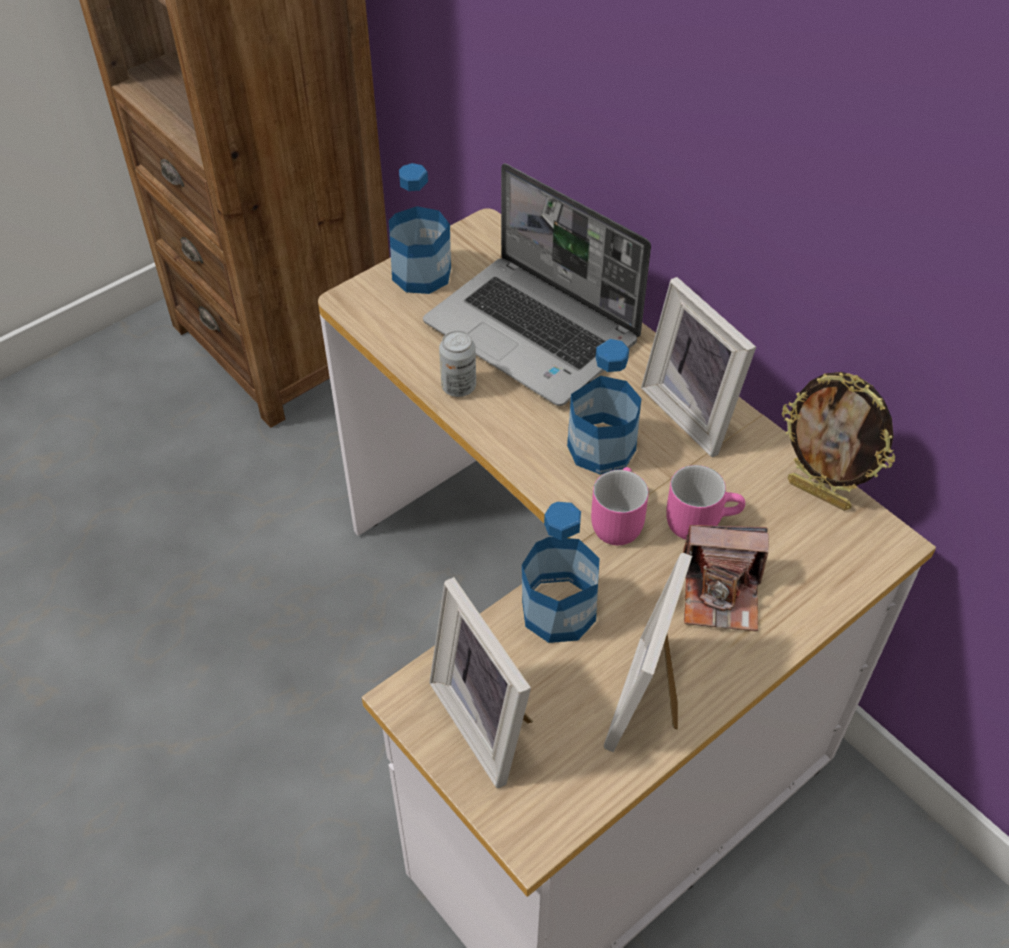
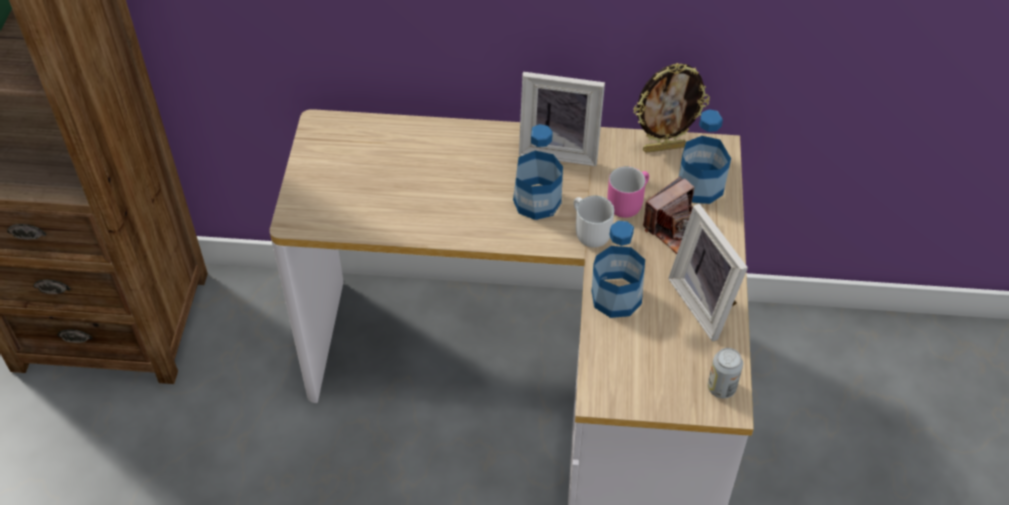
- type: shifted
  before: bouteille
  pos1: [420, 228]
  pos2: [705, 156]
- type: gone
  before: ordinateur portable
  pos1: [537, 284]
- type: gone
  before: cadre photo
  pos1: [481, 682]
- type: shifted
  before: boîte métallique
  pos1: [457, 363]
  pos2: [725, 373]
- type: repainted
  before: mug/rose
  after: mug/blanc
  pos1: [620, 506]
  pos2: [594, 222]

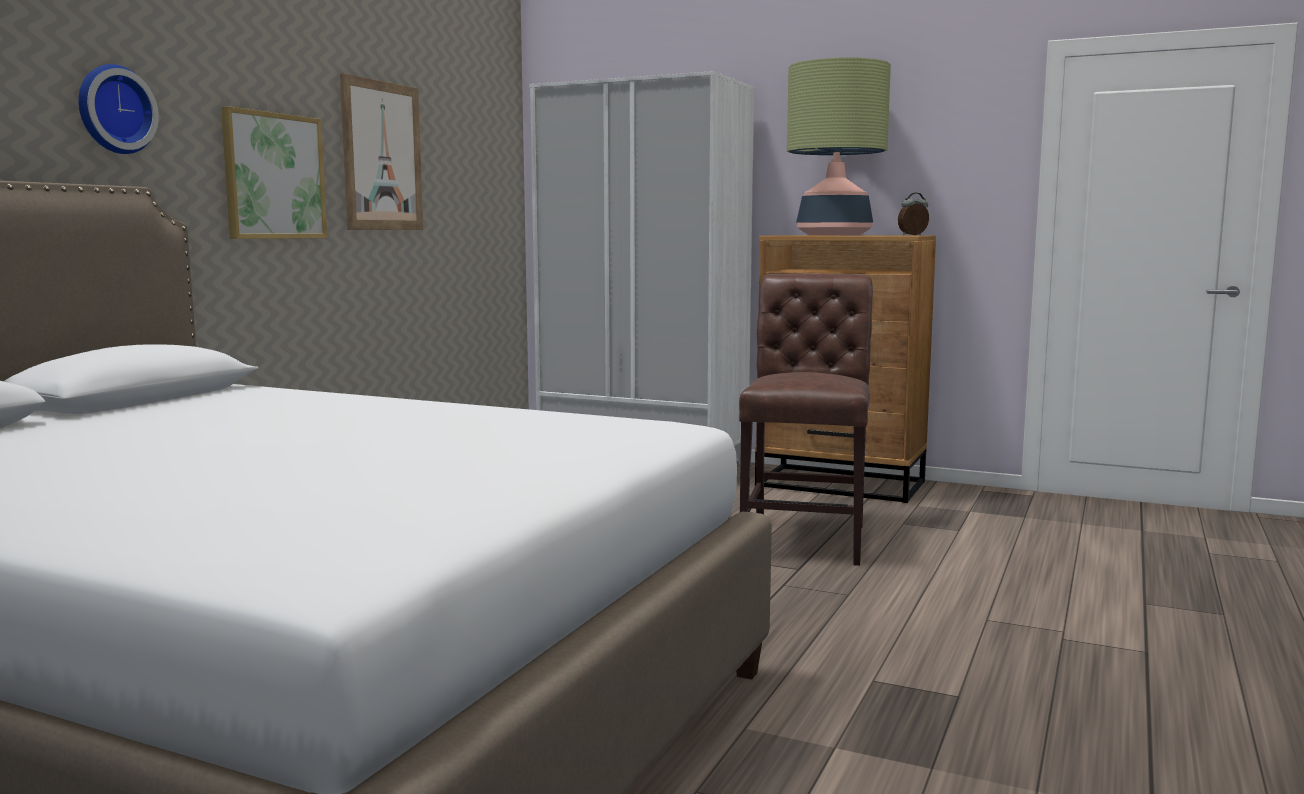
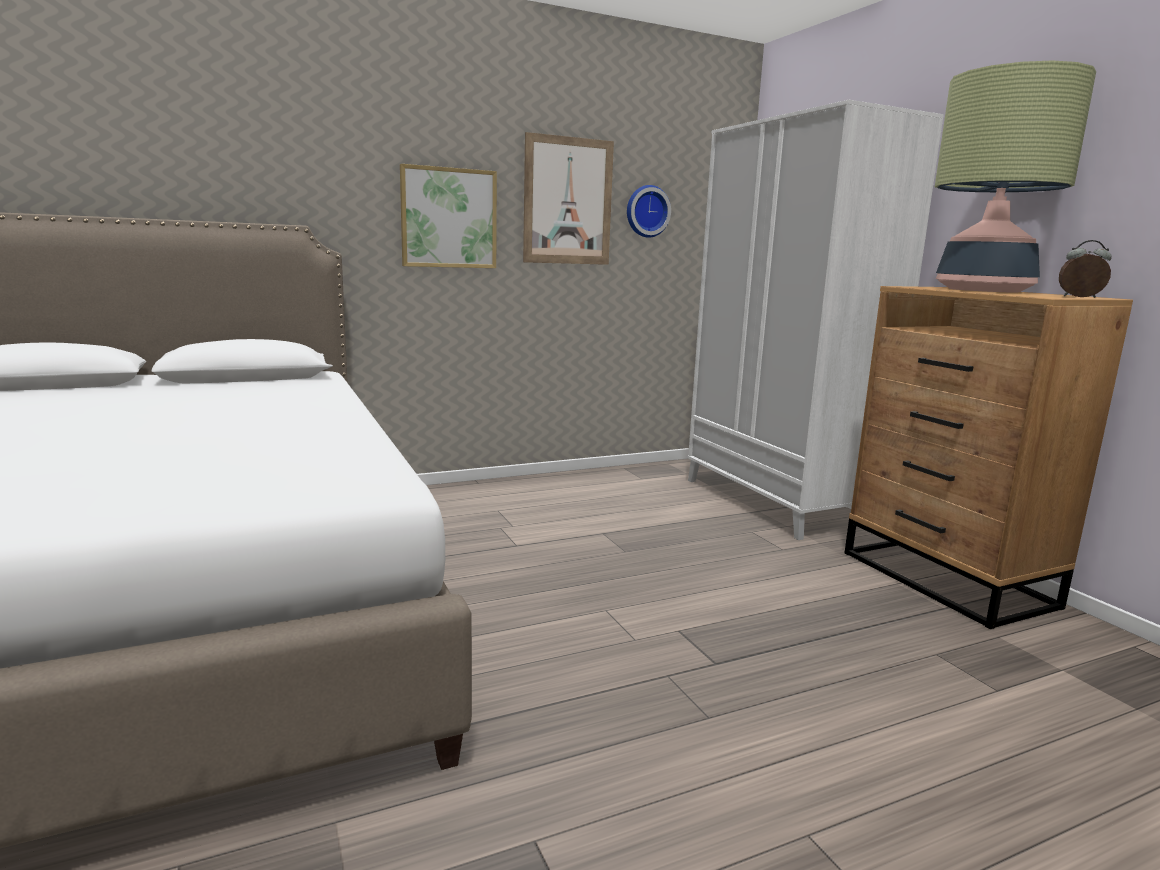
- type: shifted
  before: horloge murale
  pos1: [118, 109]
  pos2: [649, 211]
- type: gone
  before: chaise/marron
  pos1: [806, 419]

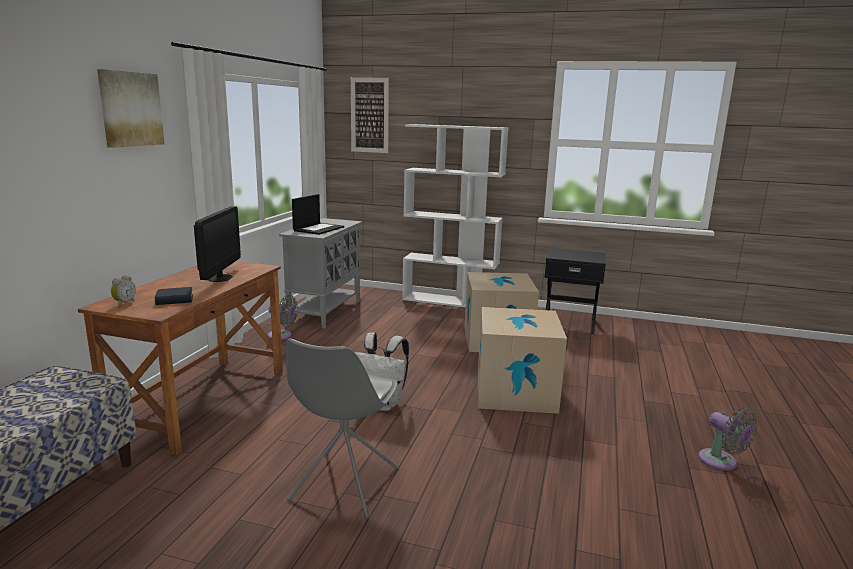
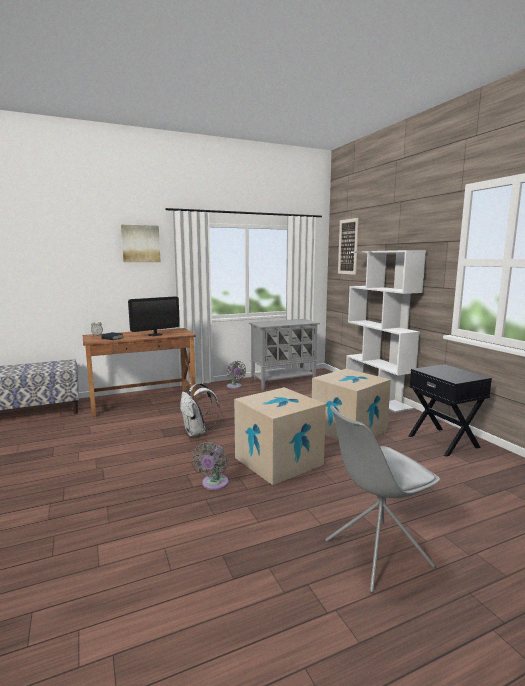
- type: shifted
  before: chaise/gris
  pos1: [342, 429]
  pos2: [382, 499]
- type: gone
  before: ordinateur portable
  pos1: [318, 214]
- type: shifted
  before: ventilateur/gris
  pos1: [728, 439]
  pos2: [211, 466]

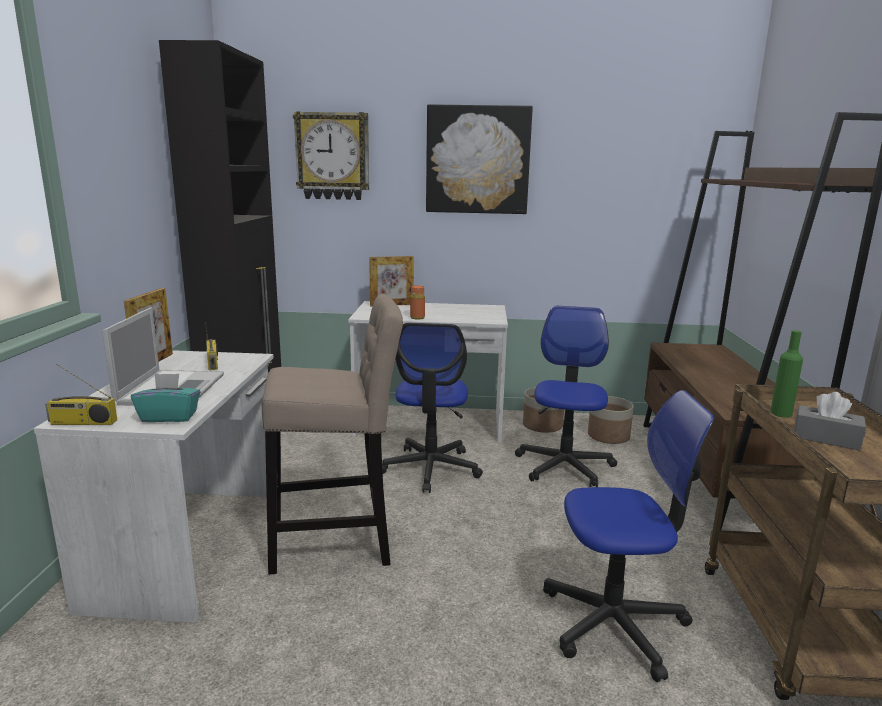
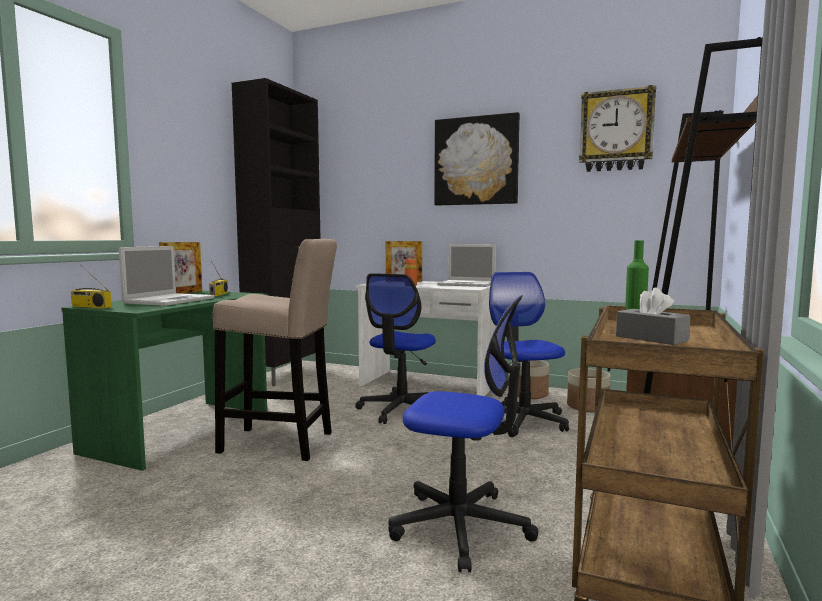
- type: repainted
  before: bureau/blanc
  after: bureau/vert
  pos1: [154, 486]
  pos2: [164, 380]
- type: gone
  before: boîte à mouchoirs/turquoise
  pos1: [165, 397]
- type: shifted
  before: horloge murale
  pos1: [331, 155]
  pos2: [617, 128]
- type: rotated
  before: chaise de bureau
  pos1: [566, 396]
  pos2: [529, 354]
  turn: -45
- type: new
  after: ordinateur portable
  pos2: [466, 265]

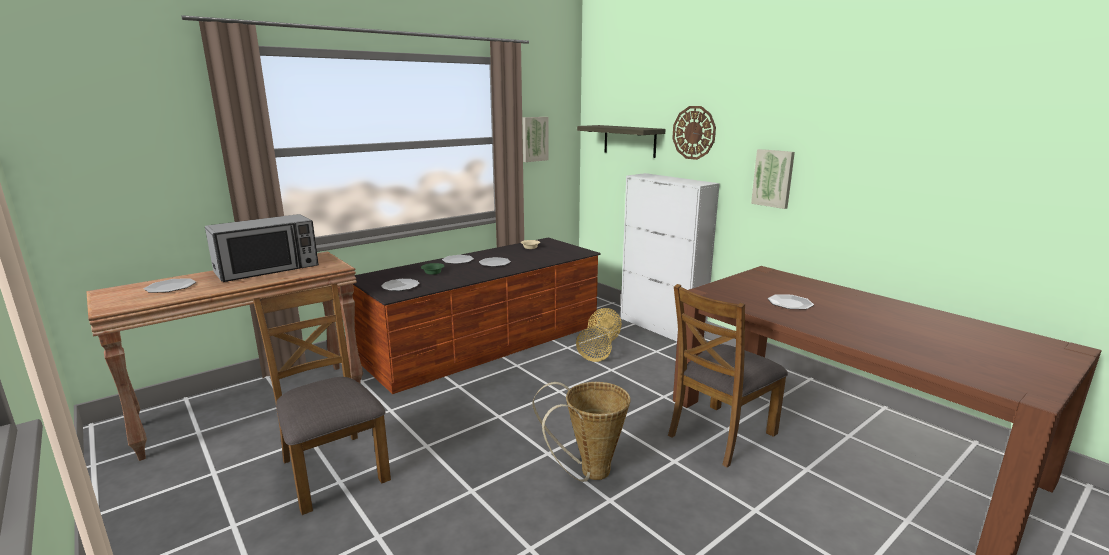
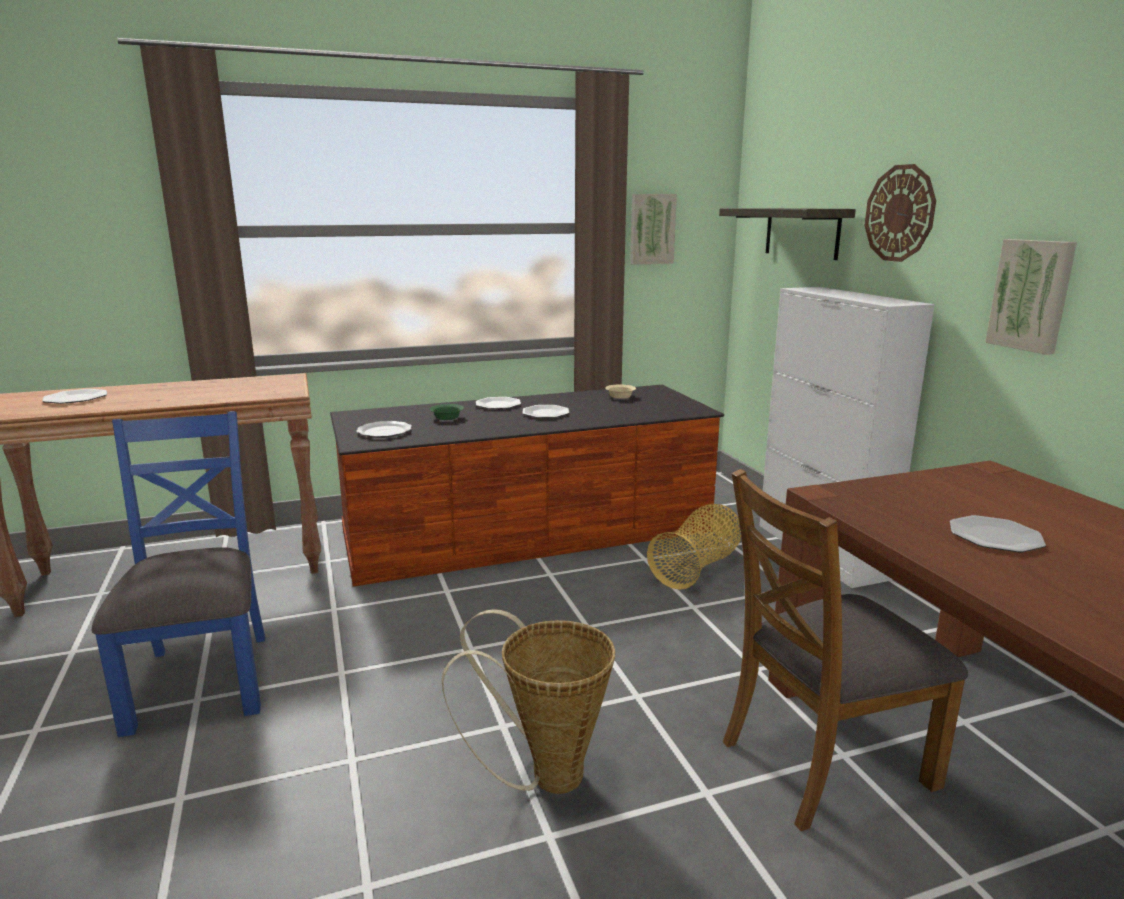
- type: gone
  before: micro-ondes
  pos1: [262, 248]
- type: repainted
  before: chaise/marron
  after: chaise/bleu
  pos1: [322, 399]
  pos2: [178, 574]

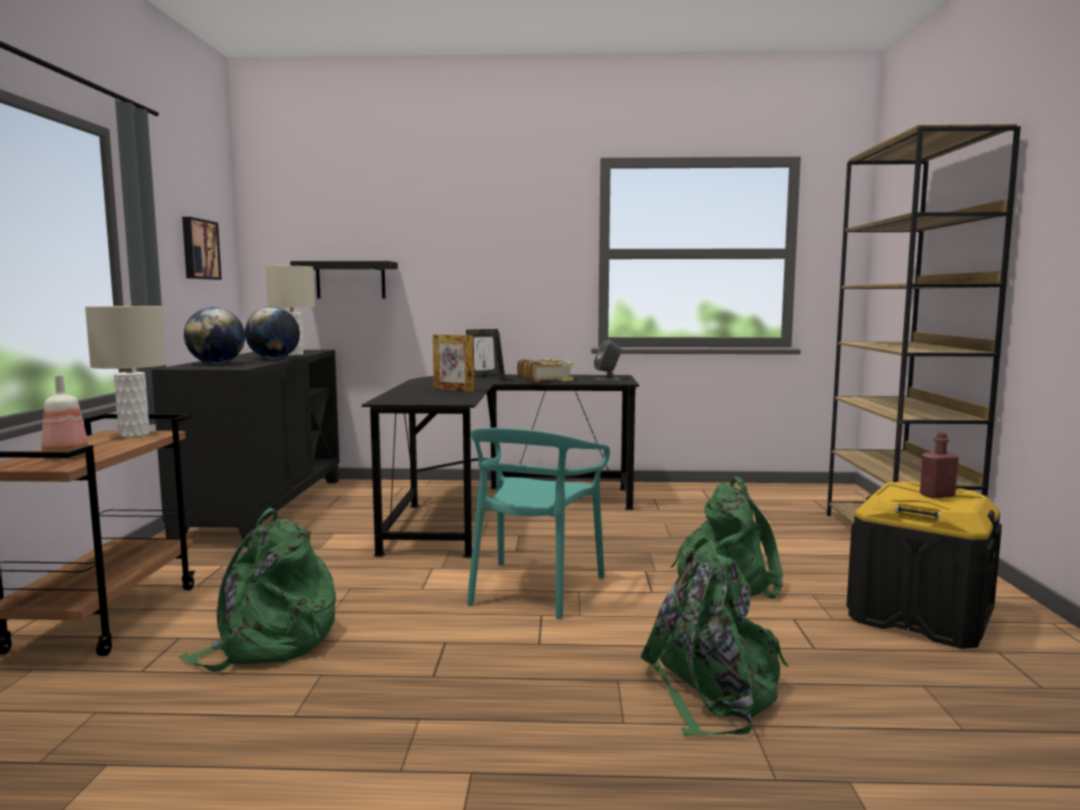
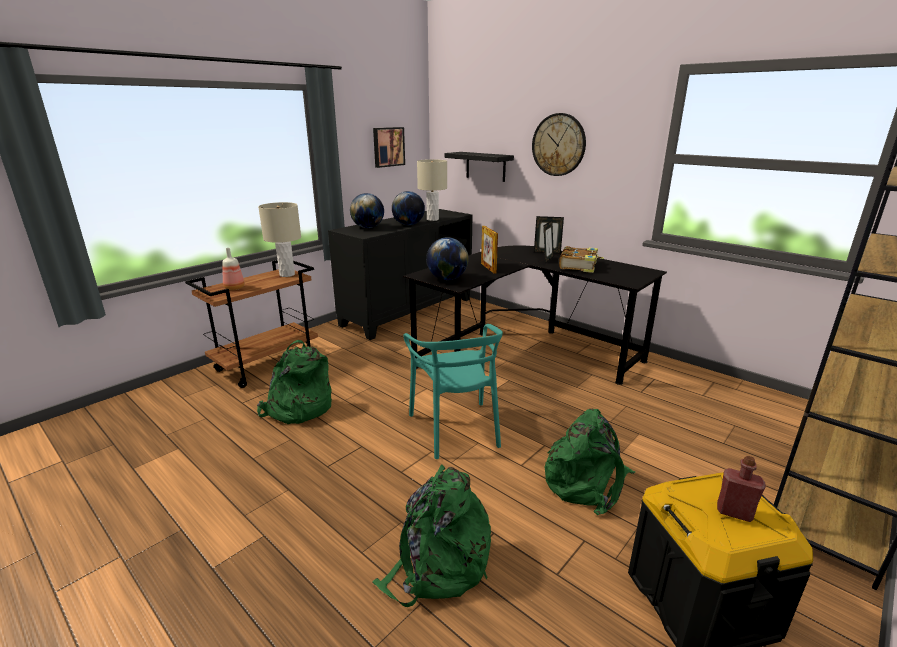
- type: rotated
  before: chaise/turquoise
  pos1: [538, 523]
  pos2: [453, 391]
  turn: -75
- type: gone
  before: enceinte/gris
  pos1: [607, 360]
- type: new
  after: globe
  pos2: [447, 258]
- type: new
  after: horloge murale
  pos2: [559, 144]

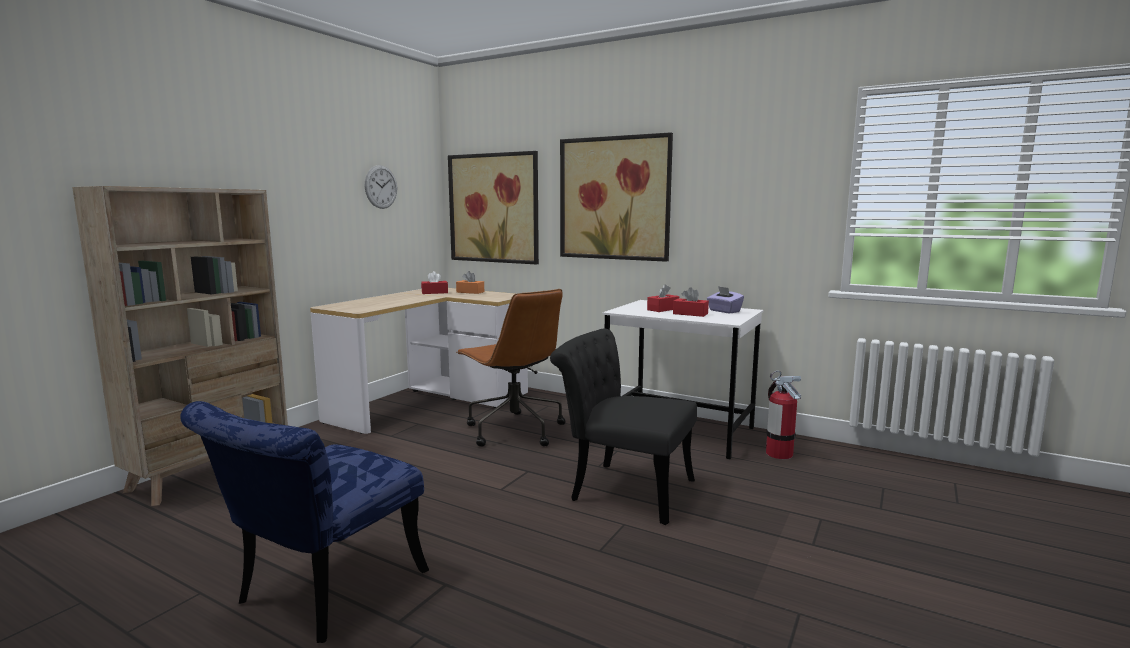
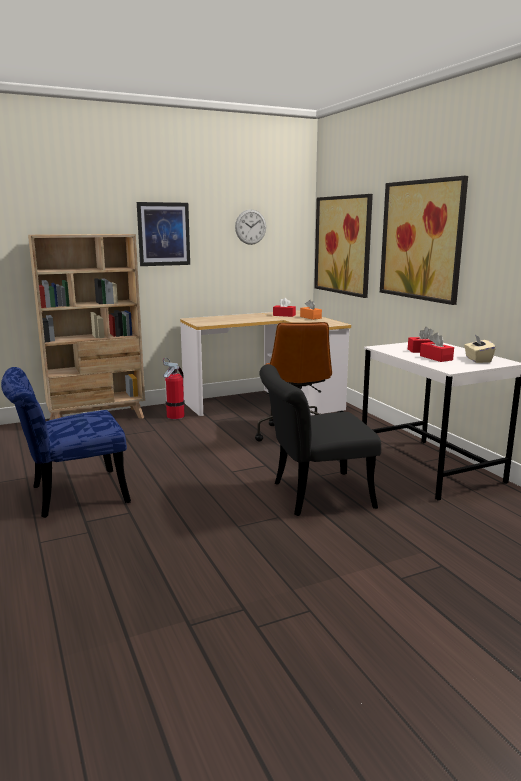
- type: rotated
  before: chaise/noir
  pos1: [623, 427]
  pos2: [320, 440]
  turn: -75
- type: repainted
  before: boîte à mouchoirs/violet
  after: boîte à mouchoirs/beige
  pos1: [725, 299]
  pos2: [480, 349]
- type: shifted
  before: extincteur
  pos1: [783, 415]
  pos2: [174, 388]
- type: new
  after: tableau
  pos2: [163, 234]

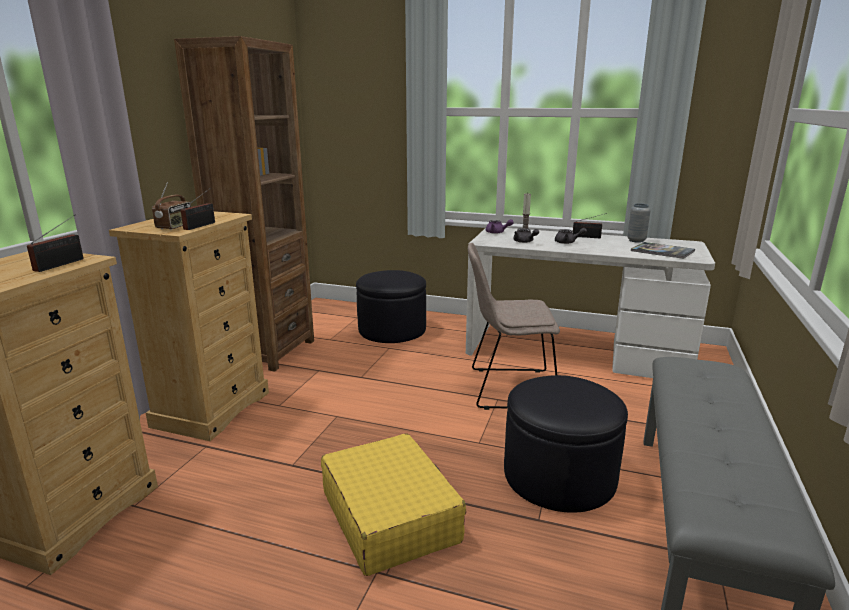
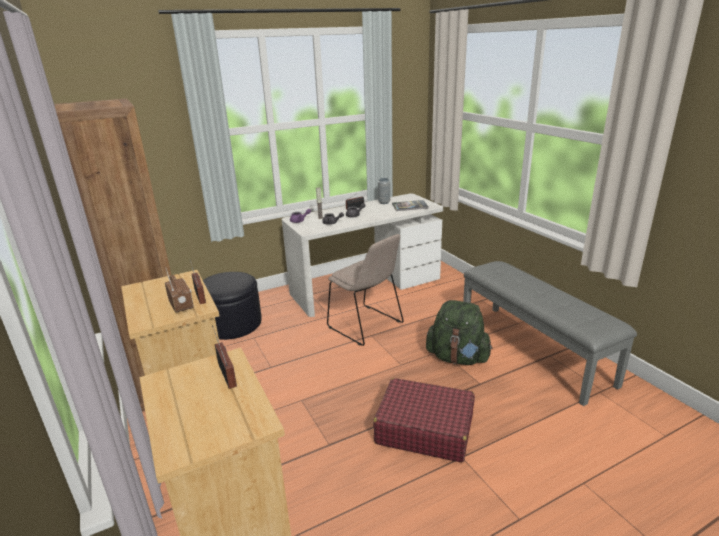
- type: repainted
  before: valise/jaune
  after: valise/rouge
  pos1: [393, 505]
  pos2: [424, 420]
- type: rotated
  before: chaise/beige
  pos1: [514, 326]
  pos2: [365, 290]
  turn: -90
- type: swapped
  before: pouf/noir
  after: sac à dos/vert
  pos1: [566, 444]
  pos2: [459, 332]

